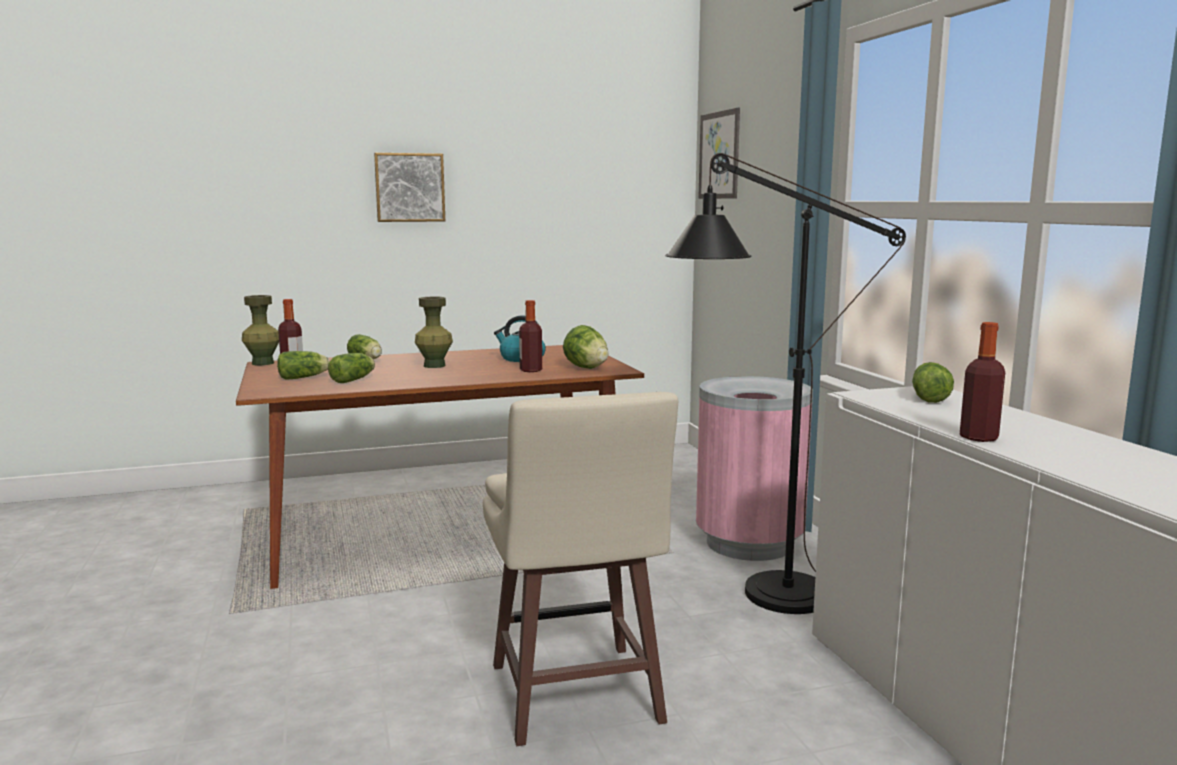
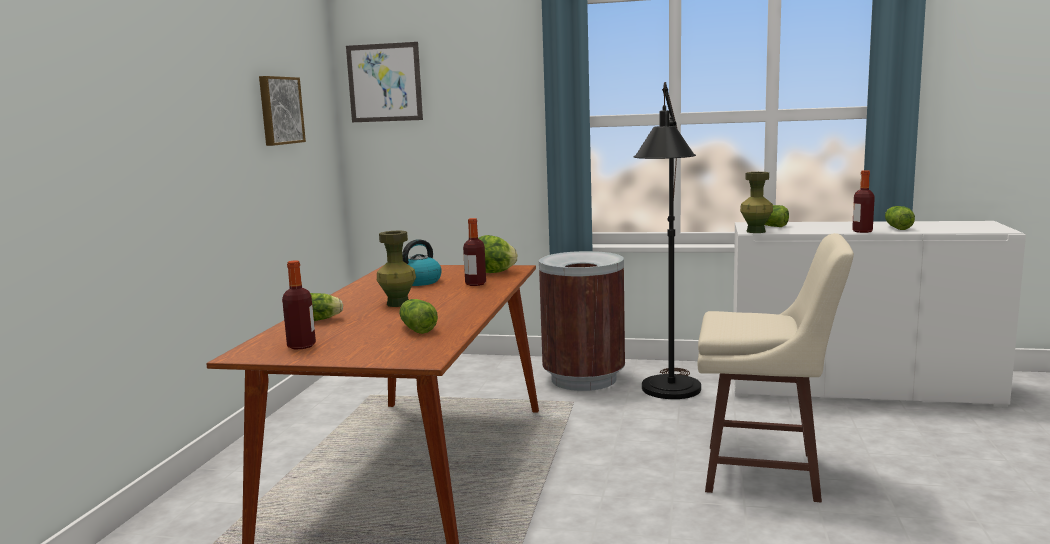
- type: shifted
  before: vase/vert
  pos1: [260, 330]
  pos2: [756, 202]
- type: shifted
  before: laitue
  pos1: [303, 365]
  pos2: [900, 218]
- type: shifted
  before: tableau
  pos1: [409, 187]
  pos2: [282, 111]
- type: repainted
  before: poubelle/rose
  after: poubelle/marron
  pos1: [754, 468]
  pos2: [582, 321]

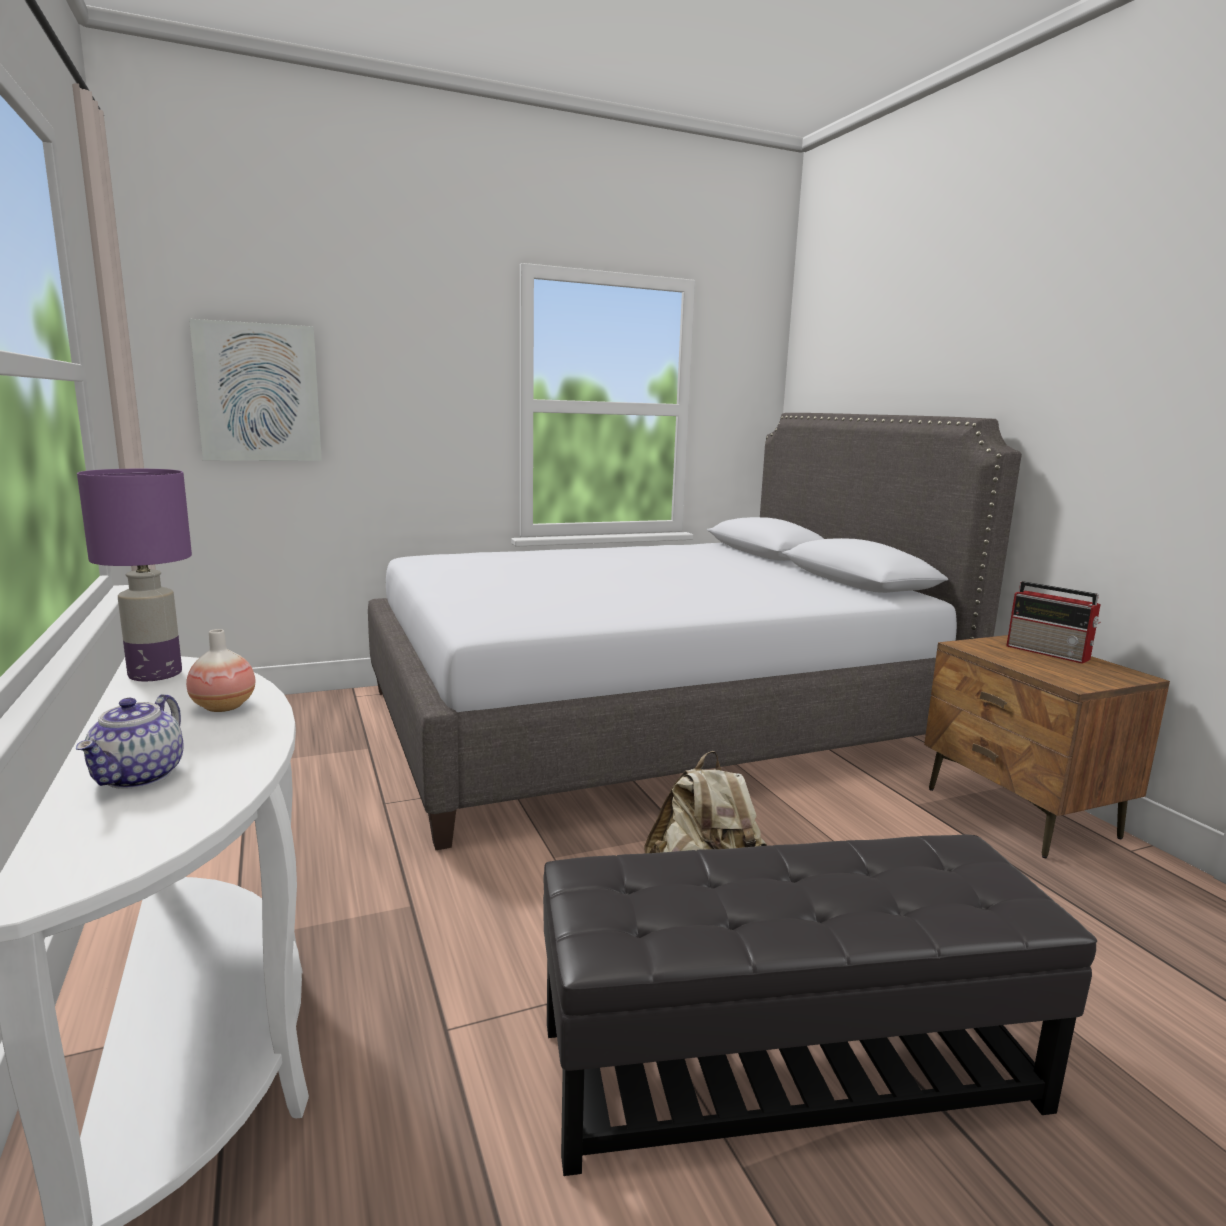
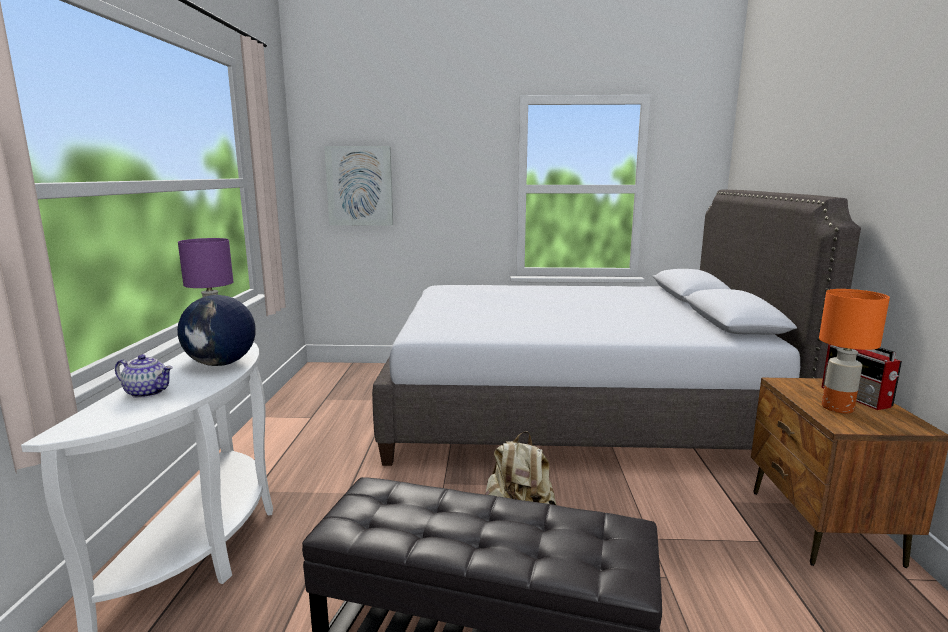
- type: rotated
  before: théière
  pos1: [129, 741]
  pos2: [144, 376]
  turn: -105
- type: swapped
  before: vase
  after: globe
  pos1: [220, 670]
  pos2: [216, 330]
- type: new
  after: lampe de table/orange
  pos2: [854, 351]

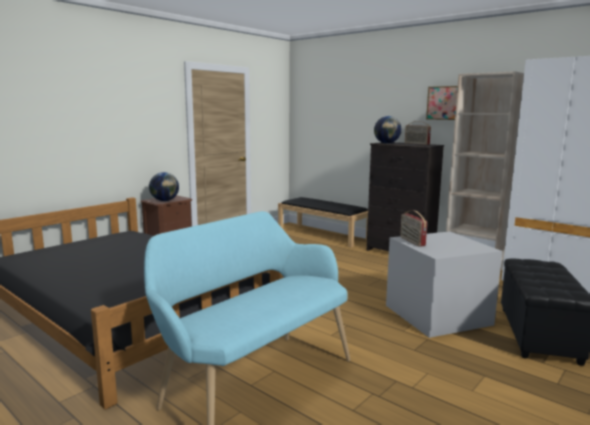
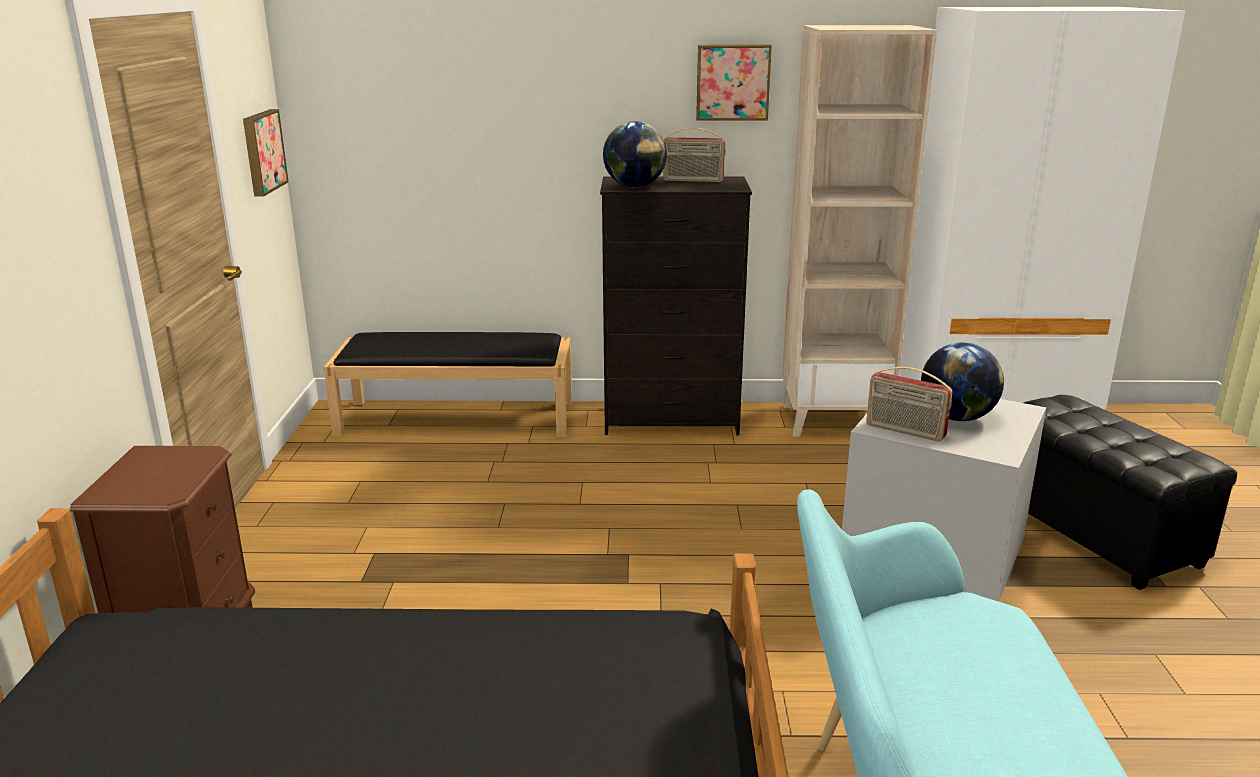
- type: shifted
  before: globe
  pos1: [164, 186]
  pos2: [962, 381]
- type: new
  after: tableau
  pos2: [266, 153]

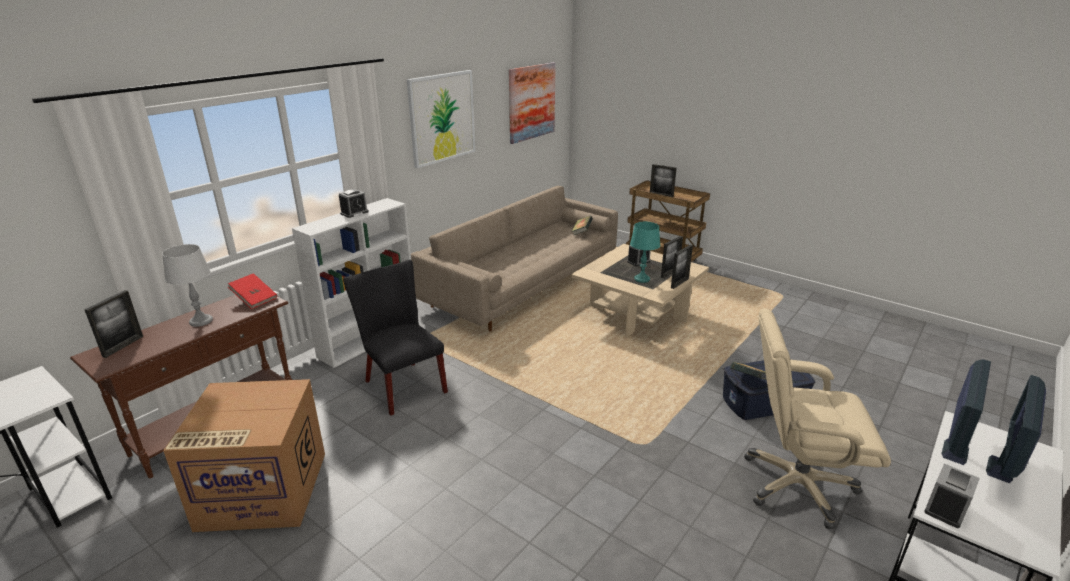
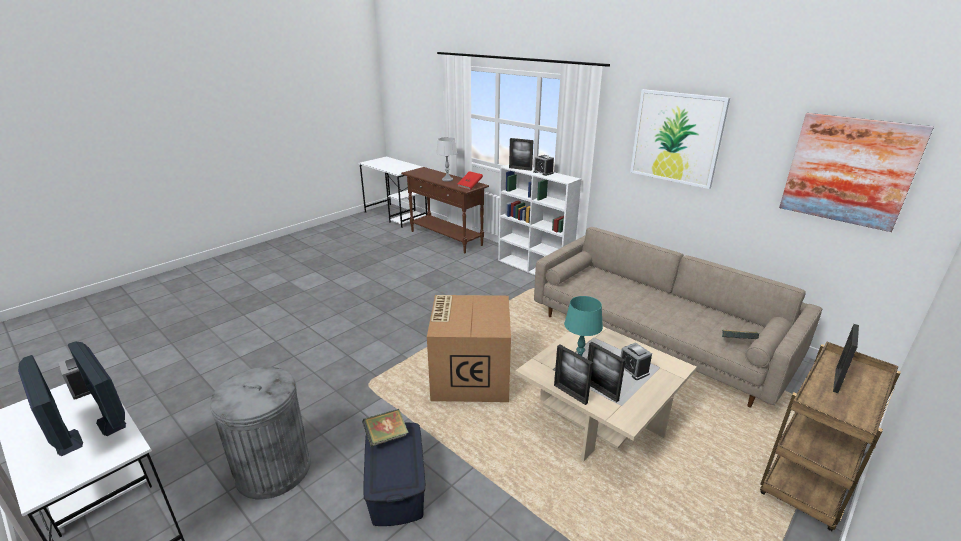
- type: shifted
  before: cadre photo
  pos1: [113, 324]
  pos2: [521, 154]
- type: shifted
  before: carton
  pos1: [244, 455]
  pos2: [469, 348]
- type: gone
  before: chaise/noir
  pos1: [395, 337]
- type: swapped
  before: chaise de bureau/beige
  after: poubelle/gris
  pos1: [817, 418]
  pos2: [260, 433]

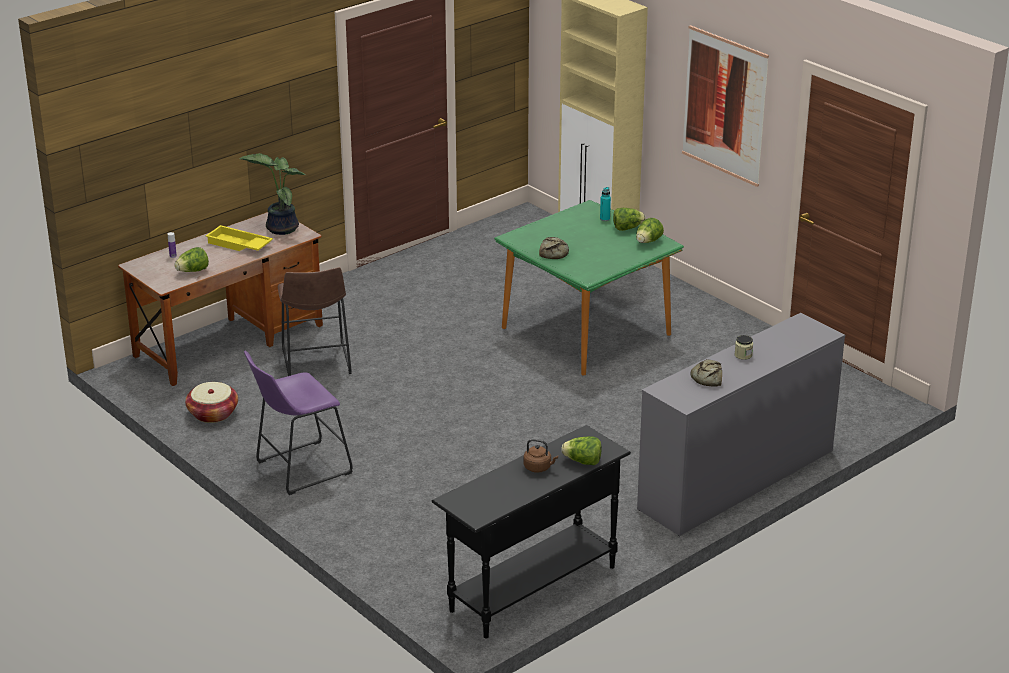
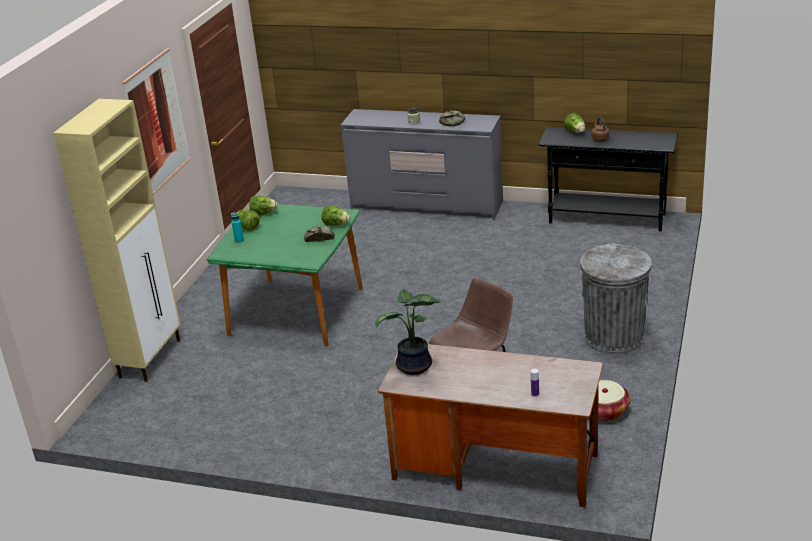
- type: shifted
  before: laitue
  pos1: [191, 259]
  pos2: [335, 215]
- type: gone
  before: plateau/jaune
  pos1: [239, 238]
- type: swapped
  before: tabouret/violet
  after: poubelle/gris
  pos1: [298, 422]
  pos2: [616, 299]

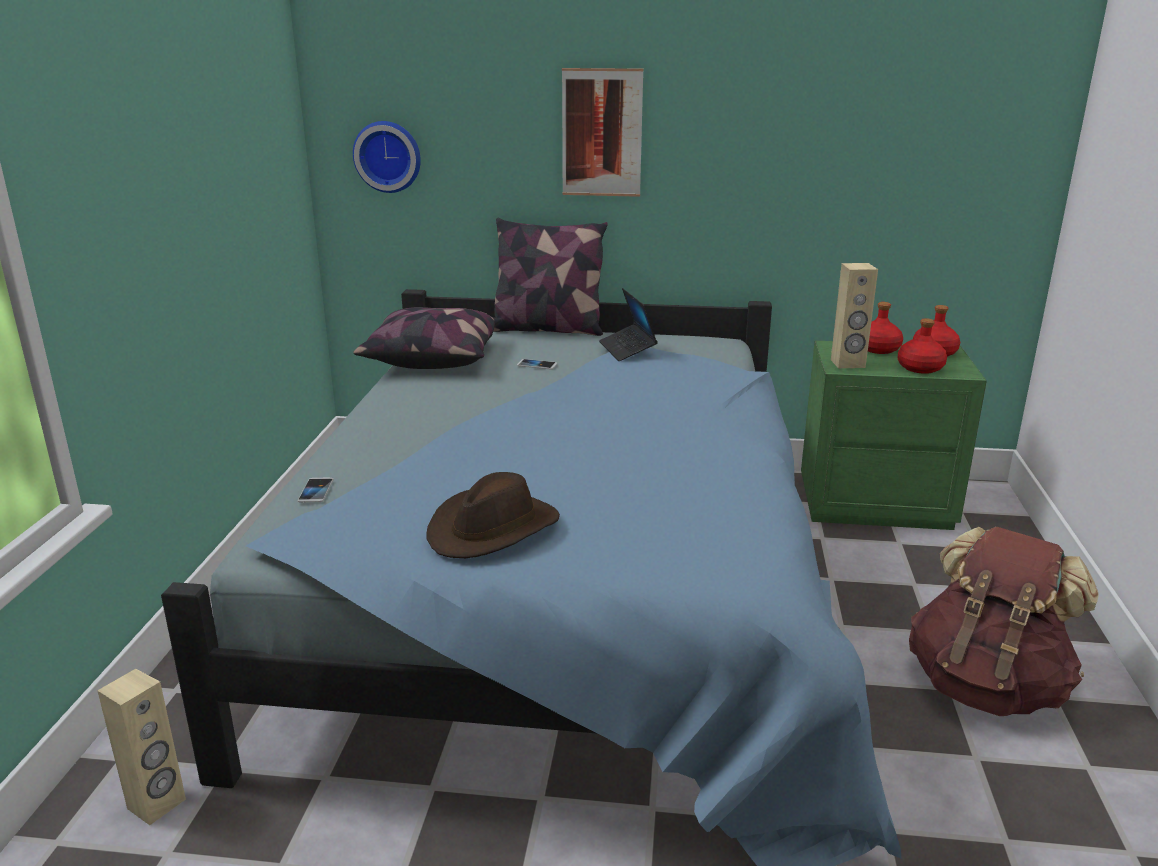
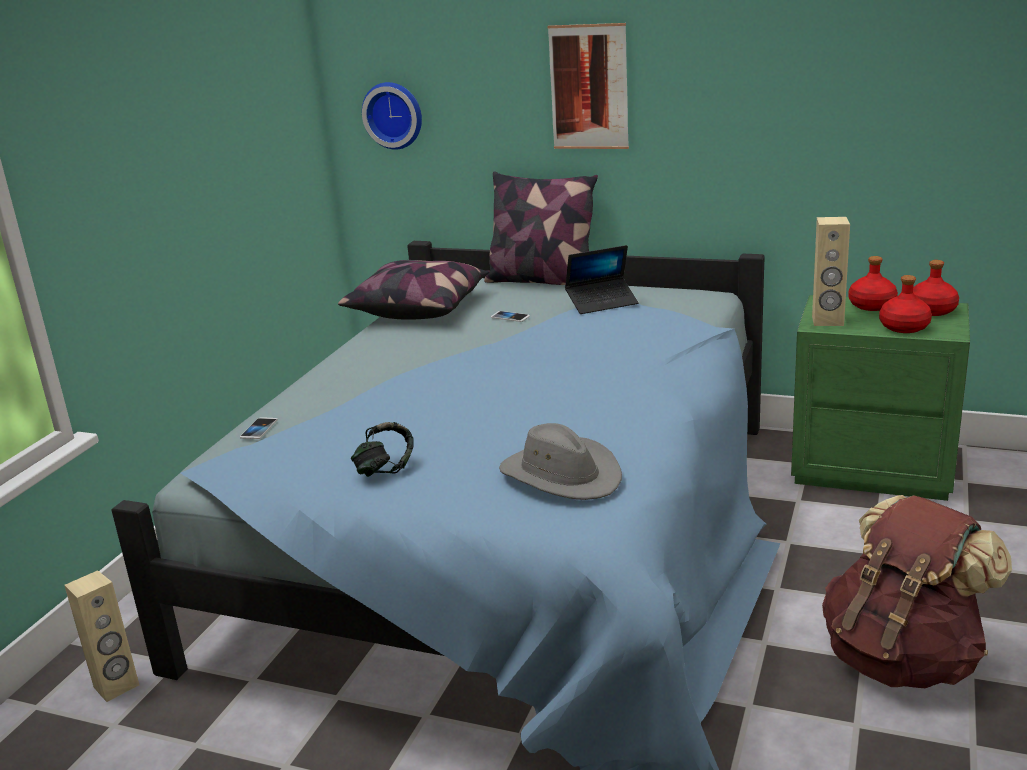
- type: swapped
  before: chapeau/marron
  after: casque audio
  pos1: [493, 515]
  pos2: [382, 449]
- type: rotated
  before: ordinateur portable
  pos1: [628, 324]
  pos2: [602, 279]
  turn: -105
- type: new
  after: chapeau/gris
  pos2: [560, 461]

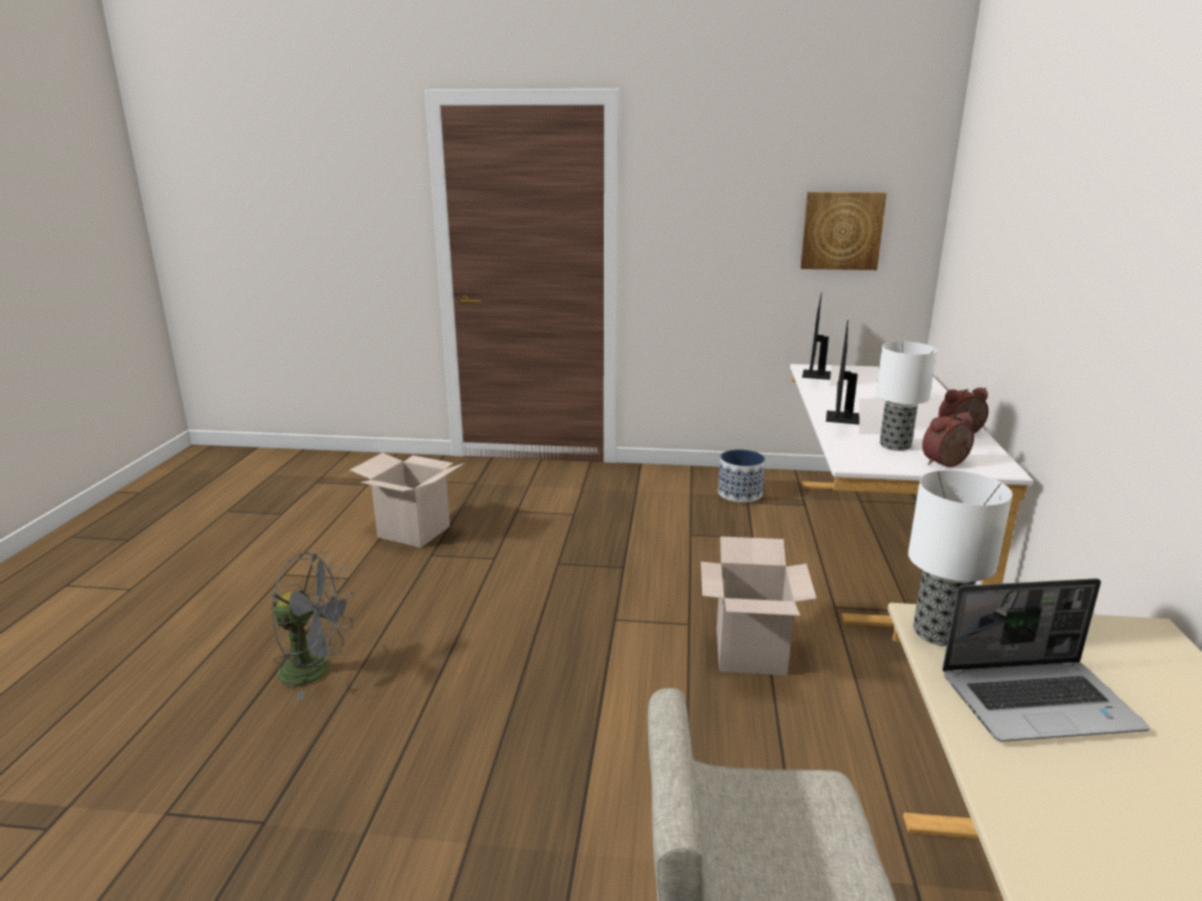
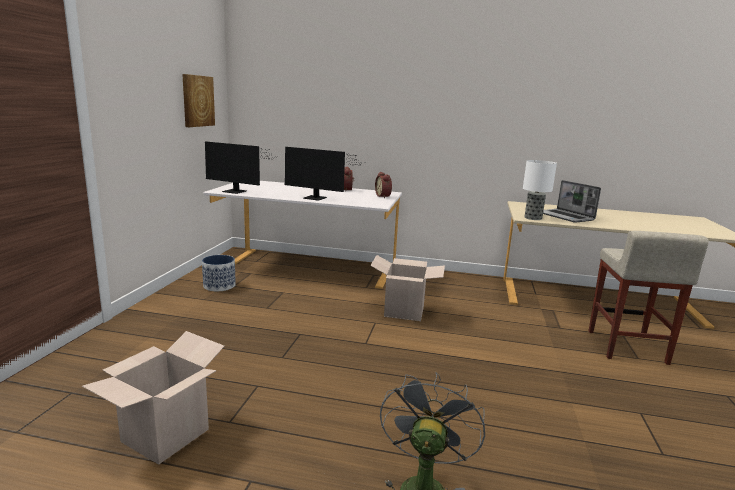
- type: gone
  before: lampe de table
  pos1: [906, 396]
- type: rotated
  before: ordinateur portable
  pos1: [1046, 660]
  pos2: [572, 201]
  turn: 150

